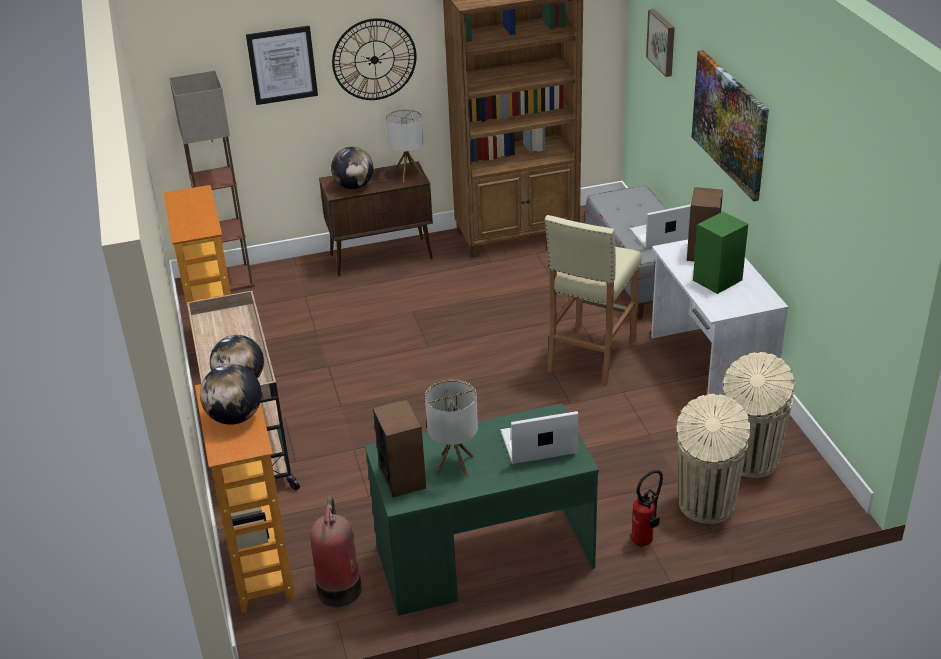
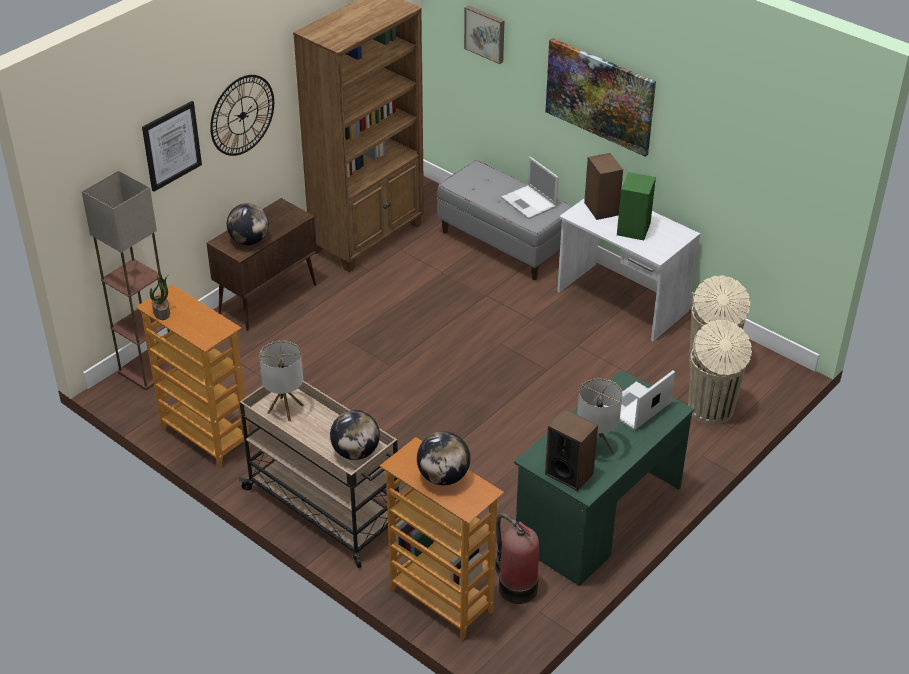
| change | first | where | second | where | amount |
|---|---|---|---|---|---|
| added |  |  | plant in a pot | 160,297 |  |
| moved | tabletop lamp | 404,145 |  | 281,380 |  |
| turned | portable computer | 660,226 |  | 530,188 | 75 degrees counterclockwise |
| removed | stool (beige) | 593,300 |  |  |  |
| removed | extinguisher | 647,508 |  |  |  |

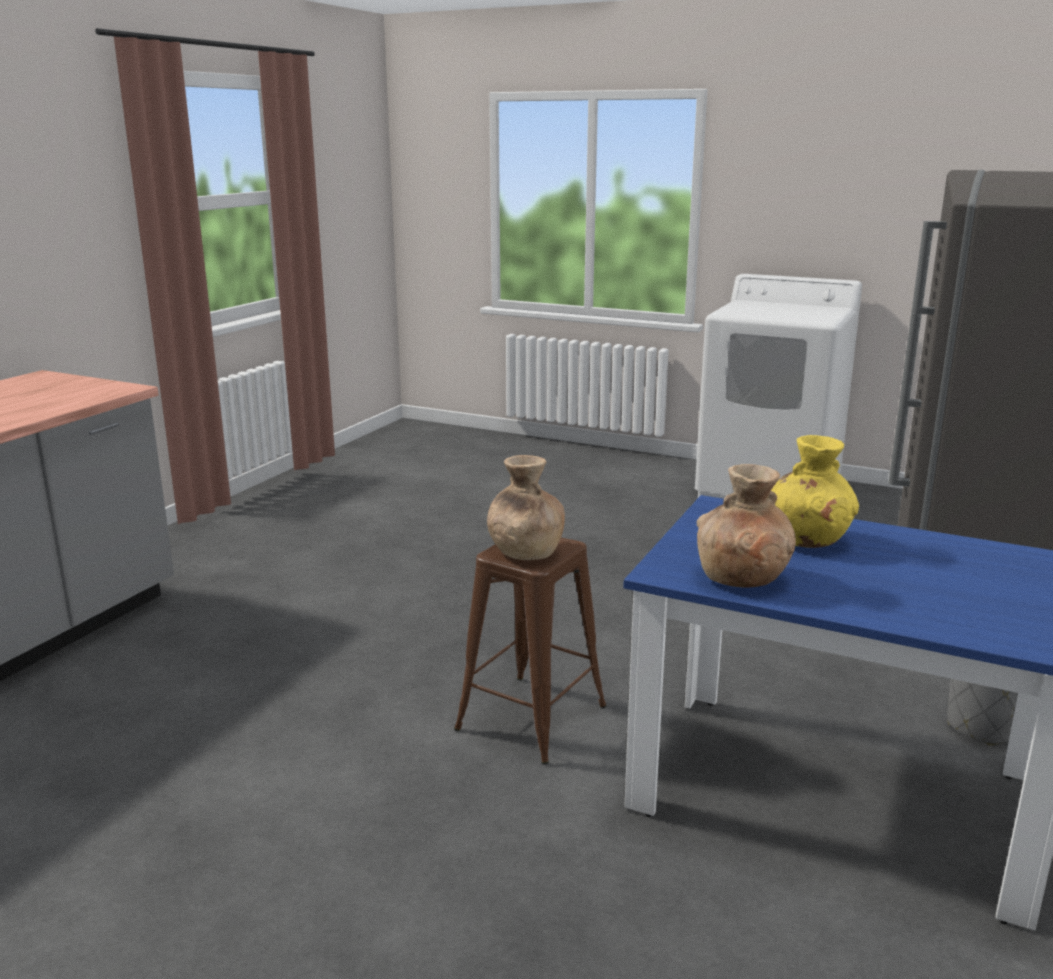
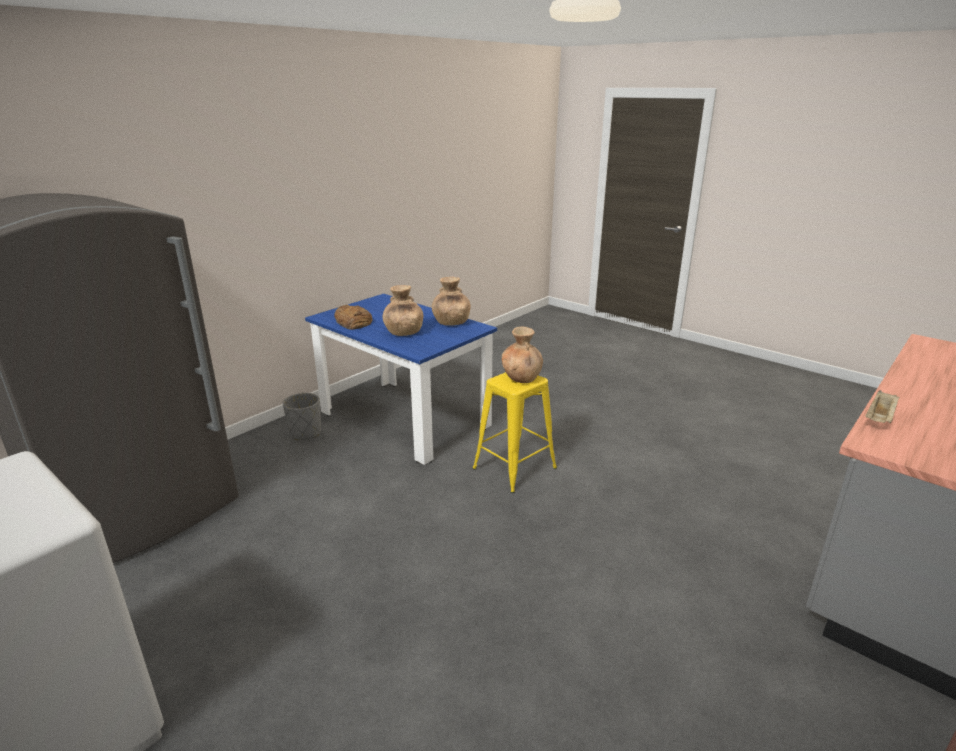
| change | first | where | second | where | amount |
|---|---|---|---|---|---|
| added |  |  | bread | 353,317 |  |
| recoloured | decorative vase (yellow-coloured) | 815,491 | decorative vase (brown) | 402,310 |  |
| recoloured | stool (brown) | 530,651 | stool (yellow-coloured) | 514,432 |  |
| added |  |  | tray (beige) | 882,406 |  |

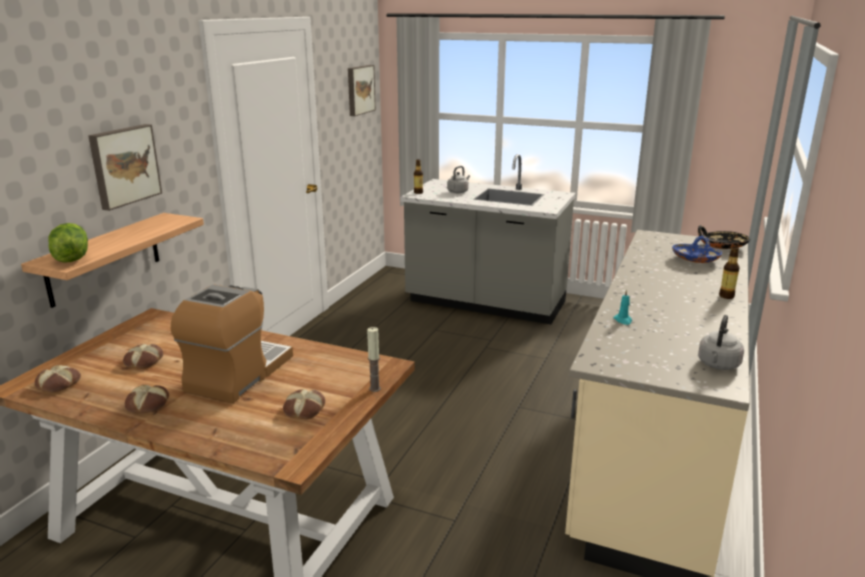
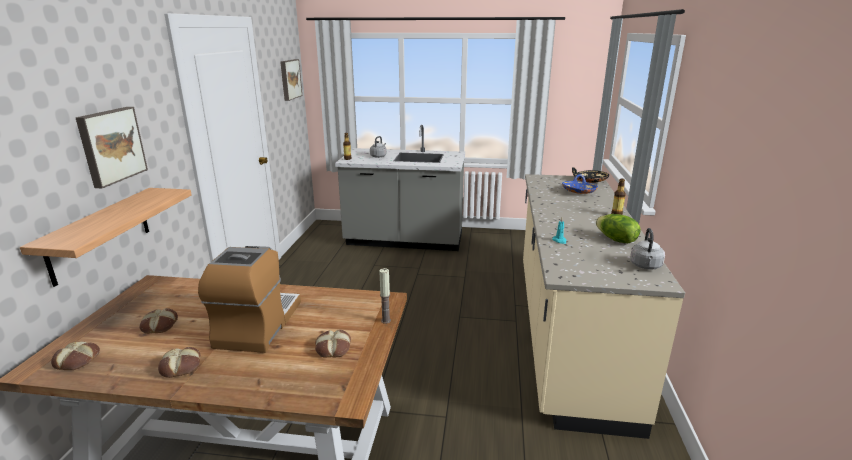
| change | first | where | second | where | amount |
|---|---|---|---|---|---|
| moved | lettuce head | 68,243 |  | 618,228 |  |

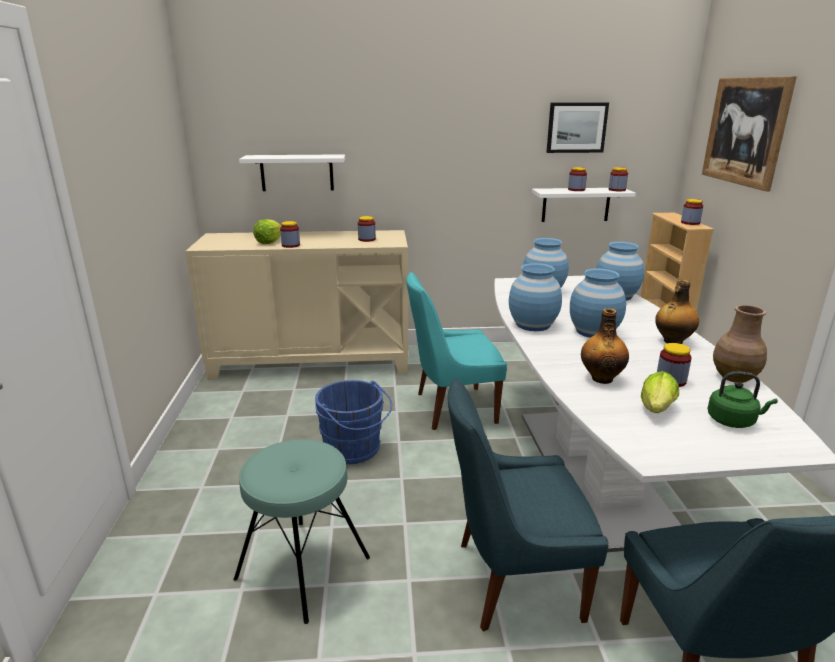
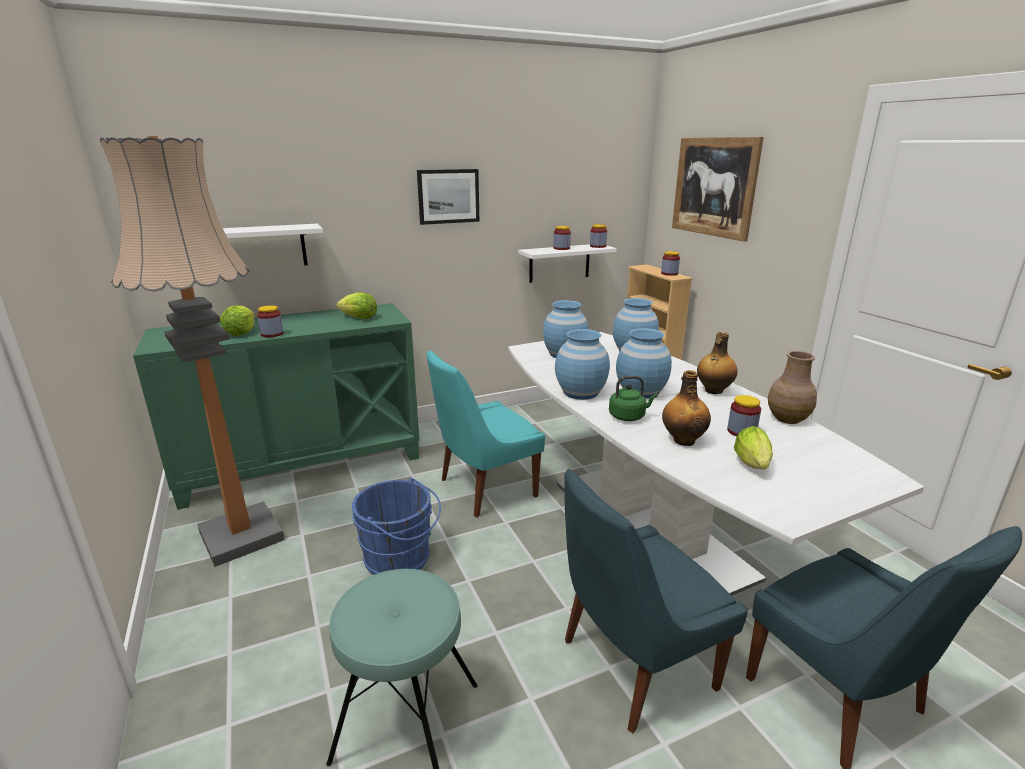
| change | first | where | second | where | amount |
|---|---|---|---|---|---|
| added |  |  | standard lamp | 192,351 |  |
| recoloured | cupboard (beige) | 297,305 | cupboard (green-coloured) | 276,406 |  |
| replaced | preserve jar | 367,229 | lettuce head | 356,305 |  |
| moved | wall art | 577,128 |  | 448,197 |  |
| moved | kettle (green-coloured) | 743,400 |  | 633,398 |  |

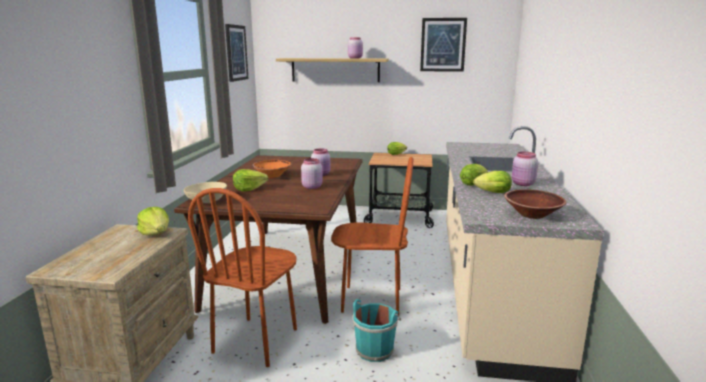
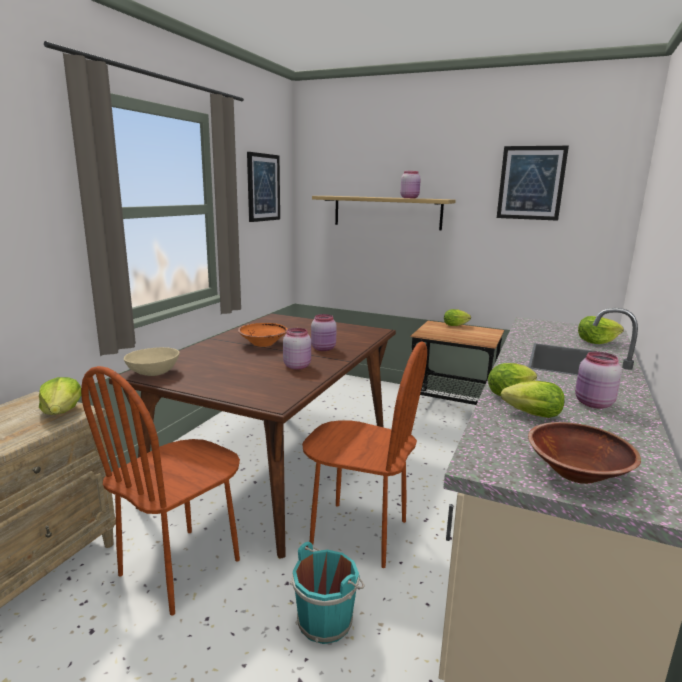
| change | first | where | second | where | amount |
|---|---|---|---|---|---|
| moved | lettuce head | 250,180 |  | 601,330 |  |

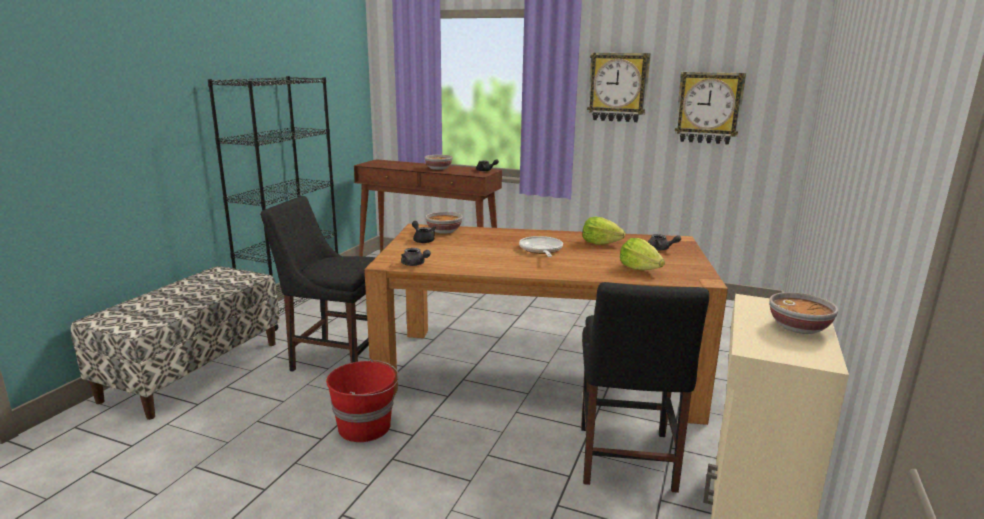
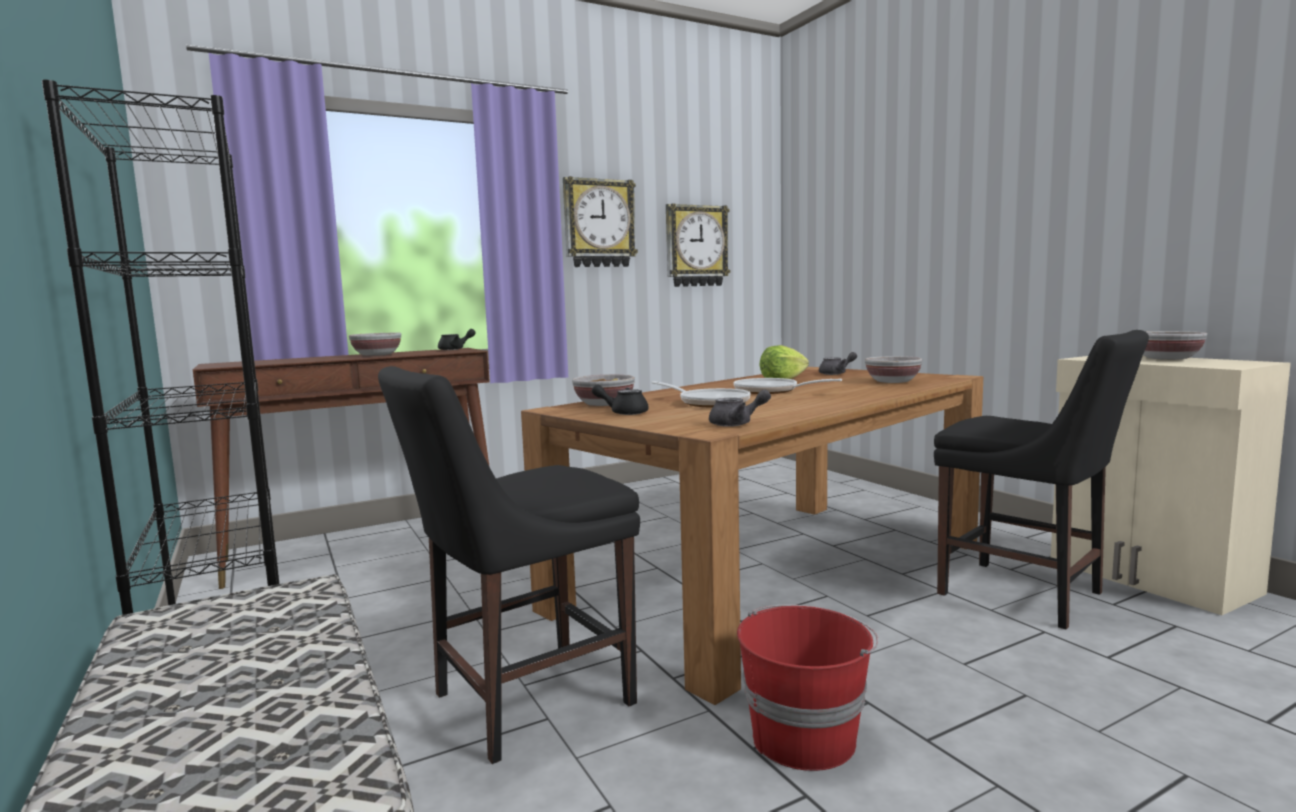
| change | first | where | second | where | amount |
|---|---|---|---|---|---|
| added |  |  | frying pan | 701,394 |  |
| replaced | lettuce head | 642,254 | bowl | 893,369 |  |

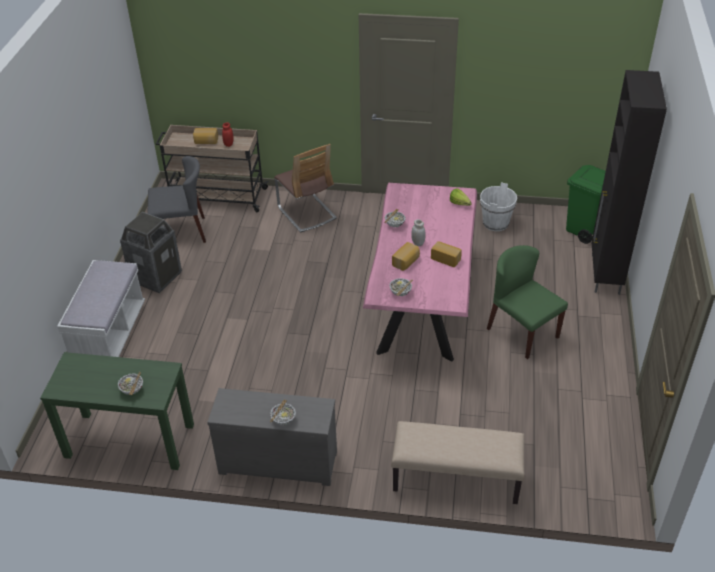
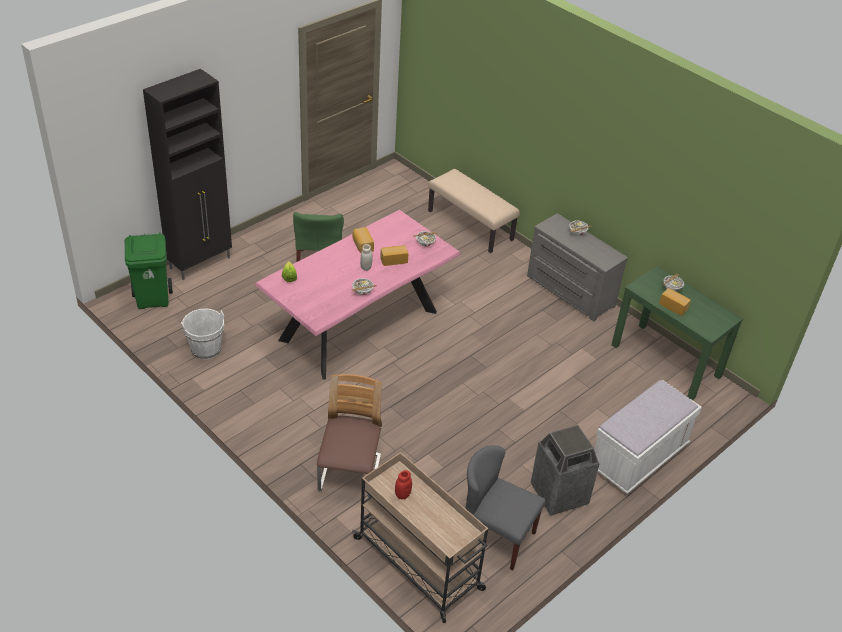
| change | first | where | second | where | amount |
|---|---|---|---|---|---|
| moved | bread | 205,136 |  | 675,302 |  |

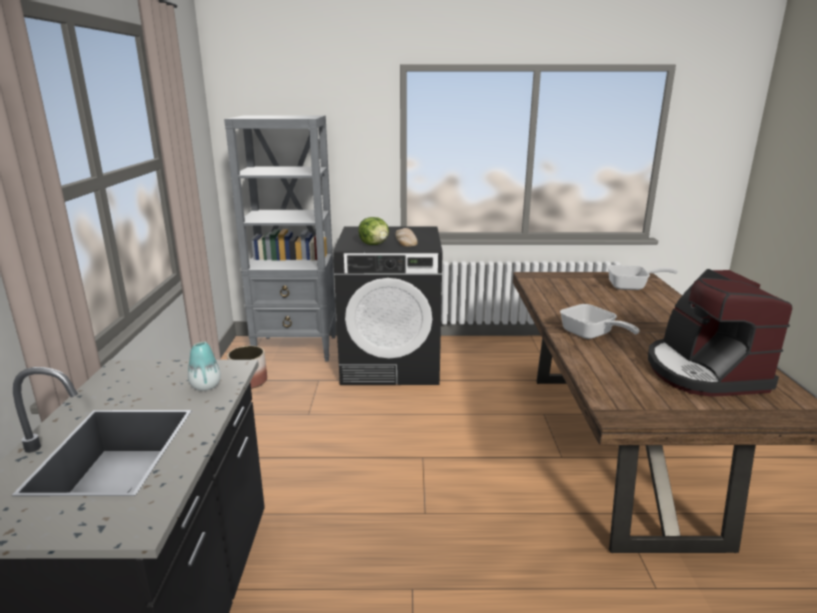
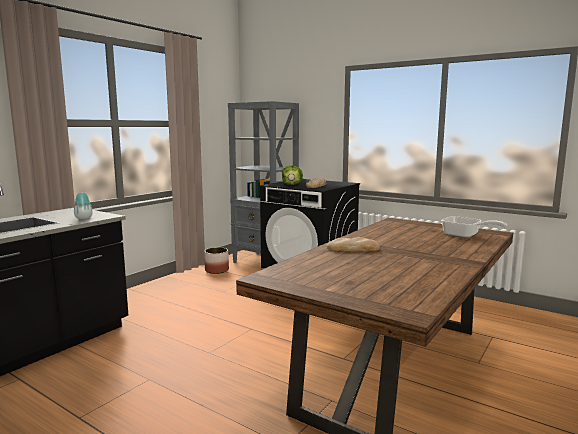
| change | first | where | second | where | amount |
|---|---|---|---|---|---|
| replaced | frying pan | 600,321 | bread | 353,244 |  |
| removed | coffee brewer | 720,333 |  |  |  |

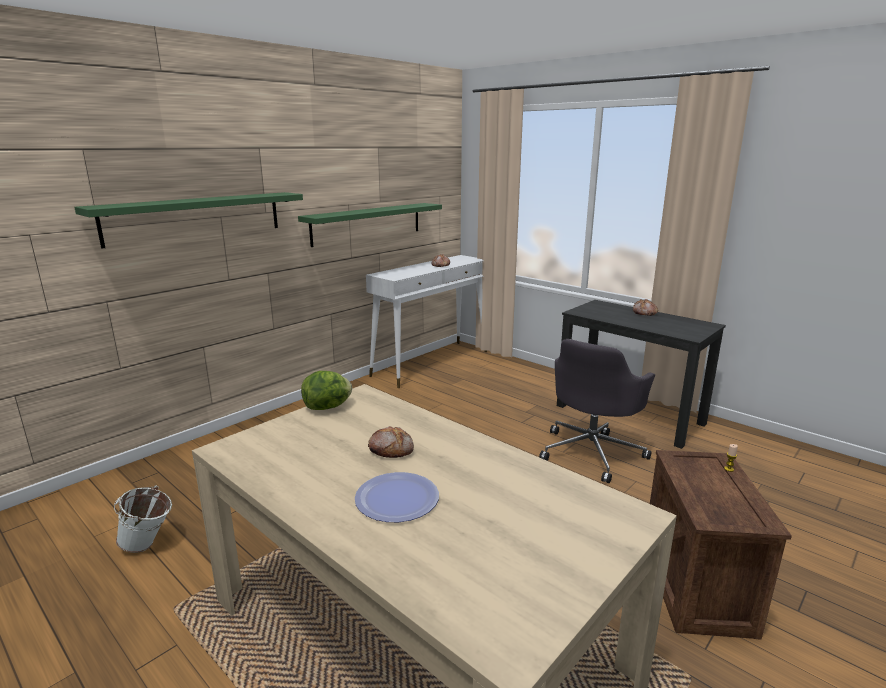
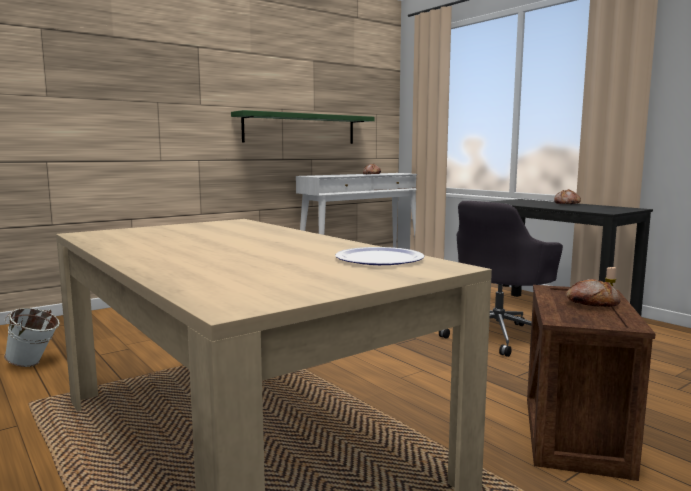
| change | first | where | second | where | amount |
|---|---|---|---|---|---|
| moved | dinner plate | 397,497 |  | 379,256 |  |
| moved | bread | 391,442 |  | 592,293 |  |
| removed | shelf (green-coloured) | 188,220 |  |  |  |
| removed | lettuce head | 326,390 |  |  |  |

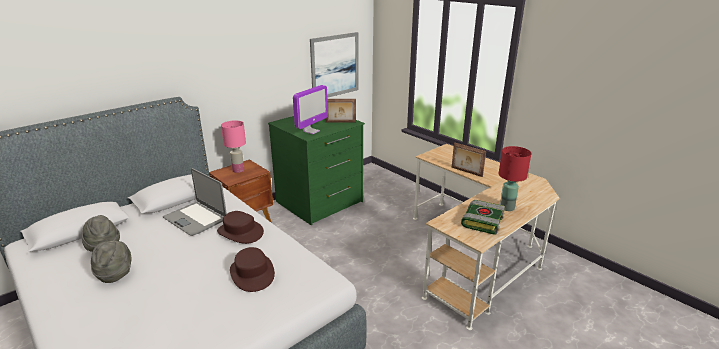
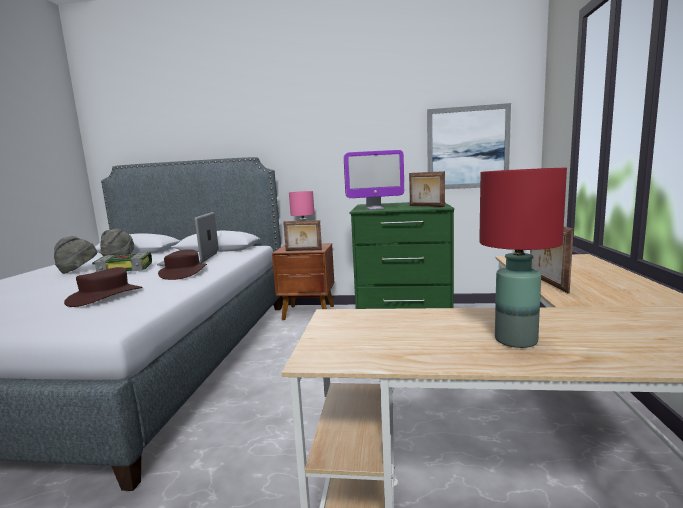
| change | first | where | second | where | amount |
|---|---|---|---|---|---|
| moved | volume | 483,217 |  | 122,262 |  |
| added |  |  | picture frame | 302,235 |  |

